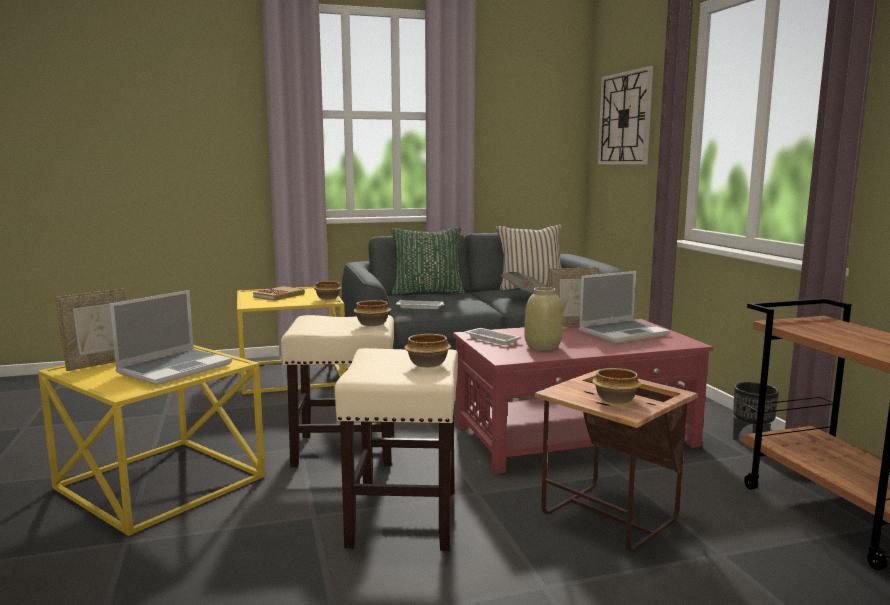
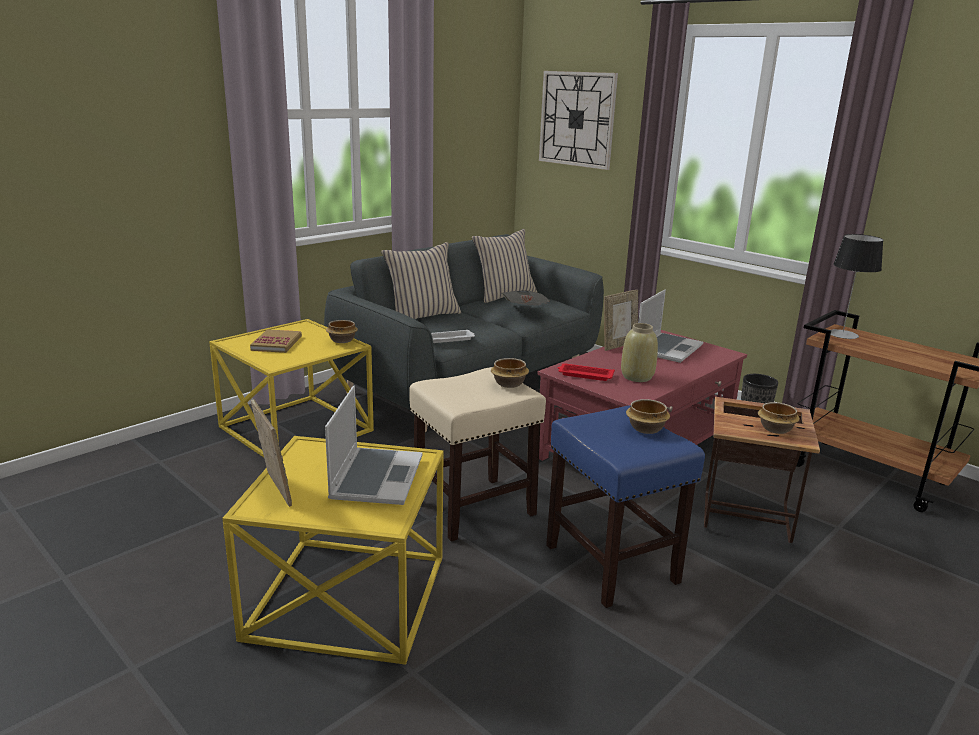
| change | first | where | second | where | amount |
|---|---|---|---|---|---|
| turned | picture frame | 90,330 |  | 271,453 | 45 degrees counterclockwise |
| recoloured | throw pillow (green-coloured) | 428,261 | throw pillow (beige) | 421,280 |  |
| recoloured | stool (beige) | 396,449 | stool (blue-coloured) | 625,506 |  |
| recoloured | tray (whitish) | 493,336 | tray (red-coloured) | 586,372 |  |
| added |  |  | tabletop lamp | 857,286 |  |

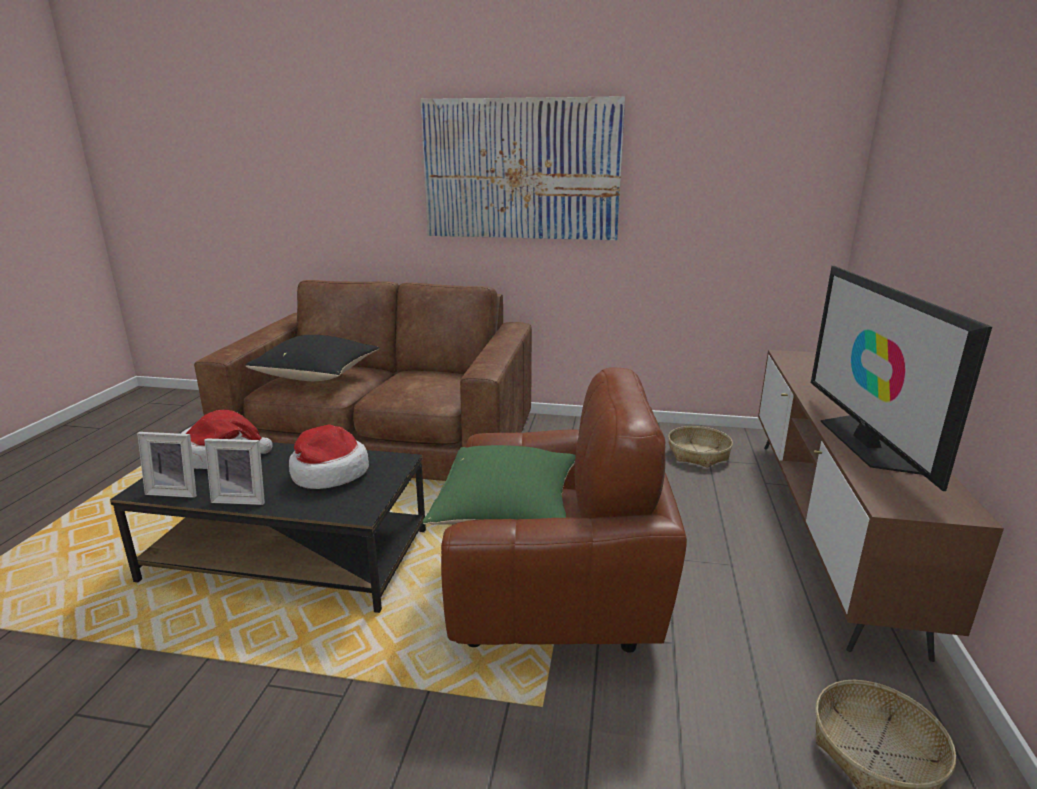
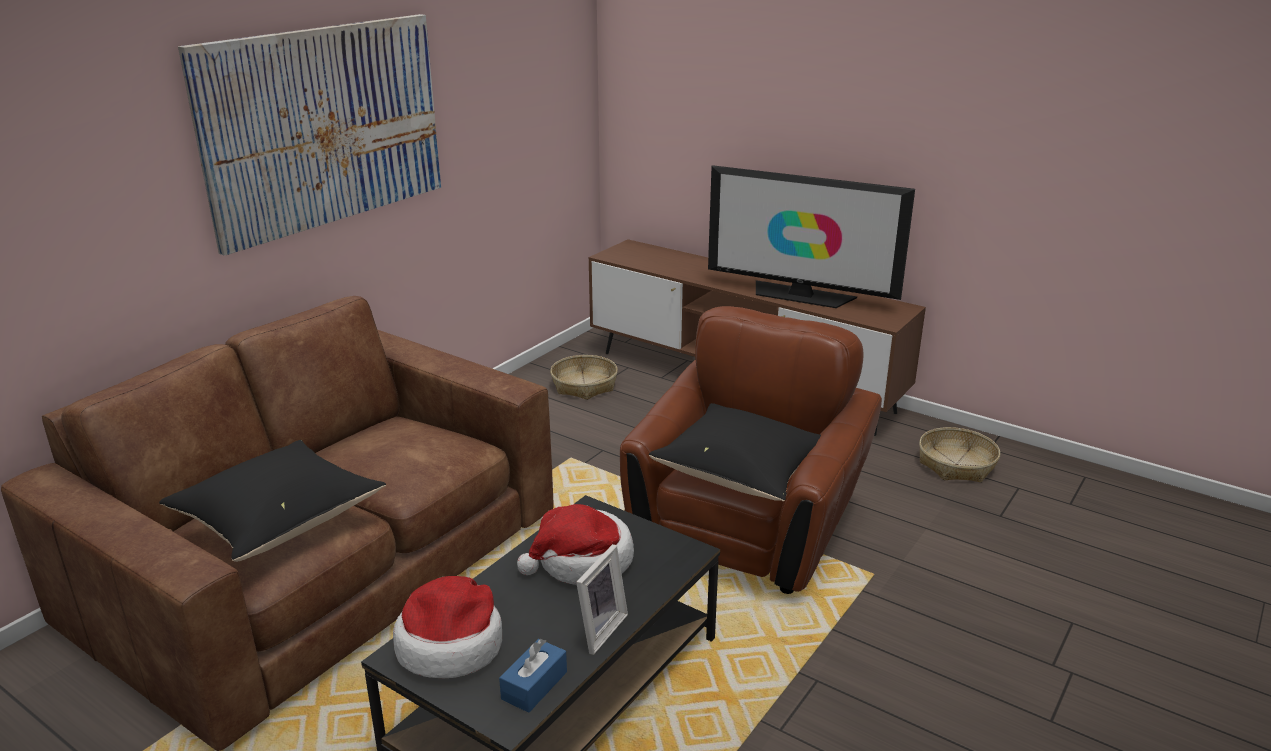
| change | first | where | second | where | amount |
|---|---|---|---|---|---|
| replaced | picture frame | 167,465 | tissue box (blue-coloured) | 533,676 |  |
| recoloured | throw pillow (green-coloured) | 499,485 | throw pillow (blackish) | 735,452 |  |

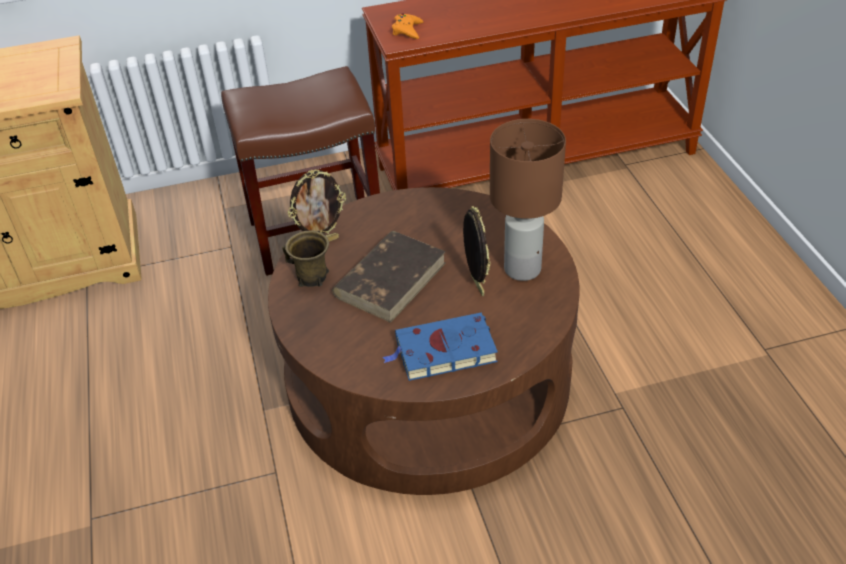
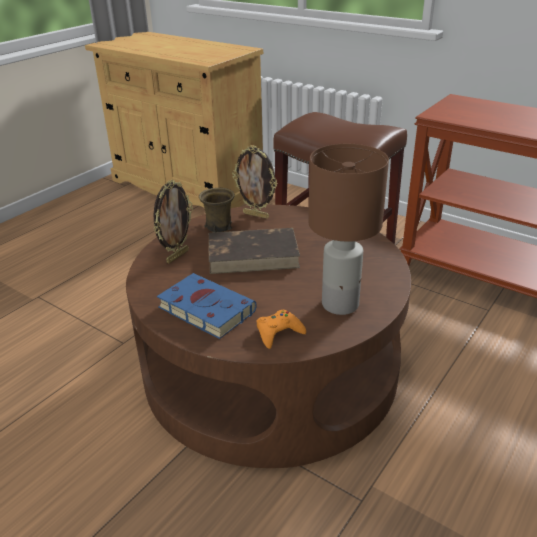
| change | first | where | second | where | amount |
|---|---|---|---|---|---|
| moved | picture frame | 476,251 |  | 173,222 |  |
| moved | joypad (orange-coloured) | 407,26 |  | 281,329 |  |

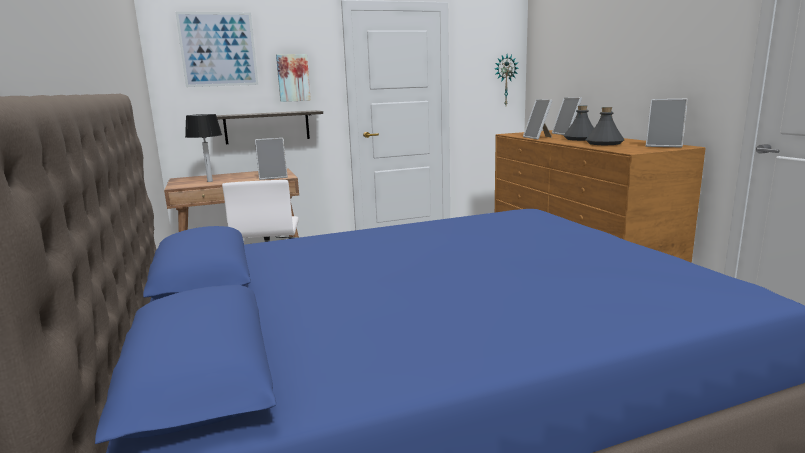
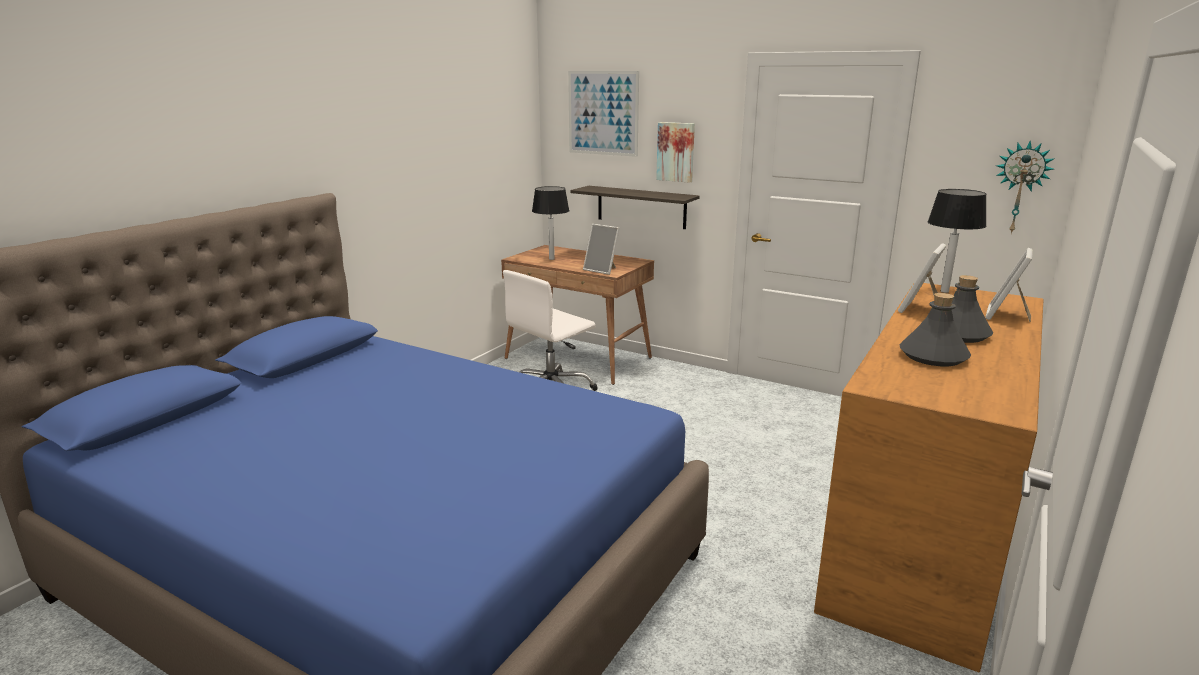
| change | first | where | second | where | amount |
|---|---|---|---|---|---|
| added |  |  | tabletop lamp | 957,241 |  |
| removed | picture frame | 667,123 |  |  |  |

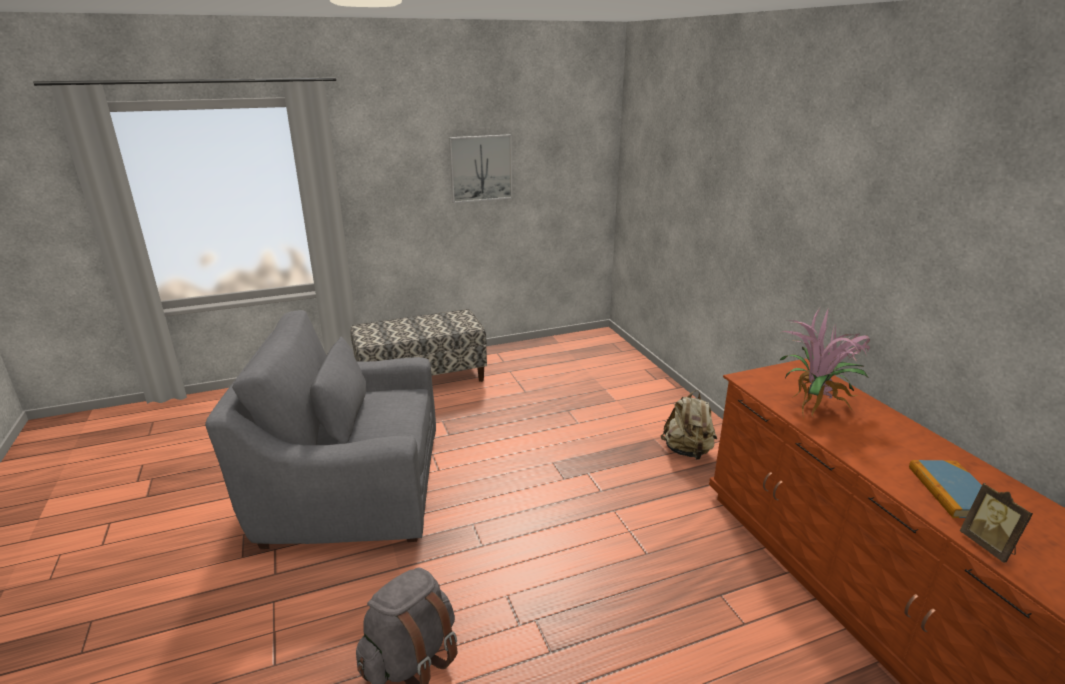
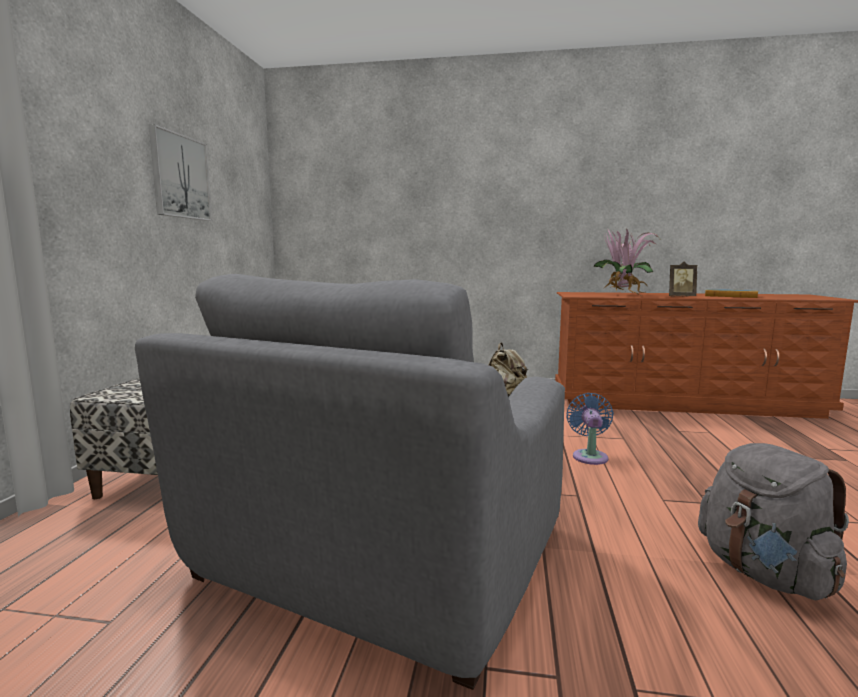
| change | first | where | second | where | amount |
|---|---|---|---|---|---|
| added |  |  | electric fan (blue-coloured) | 590,429 |  |
| moved | picture frame | 996,523 |  | 683,279 |  |

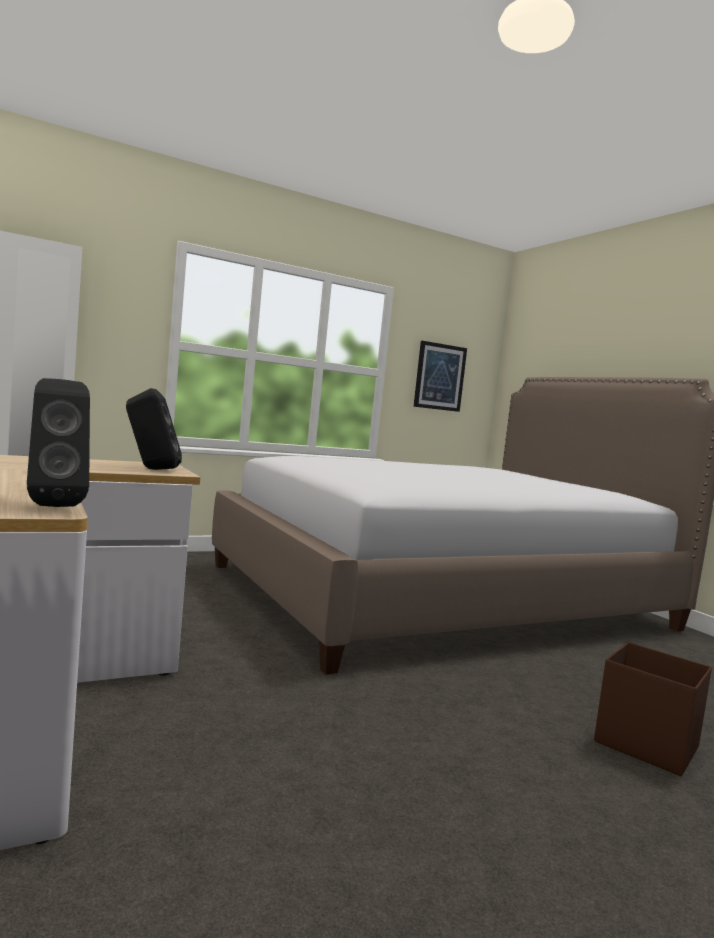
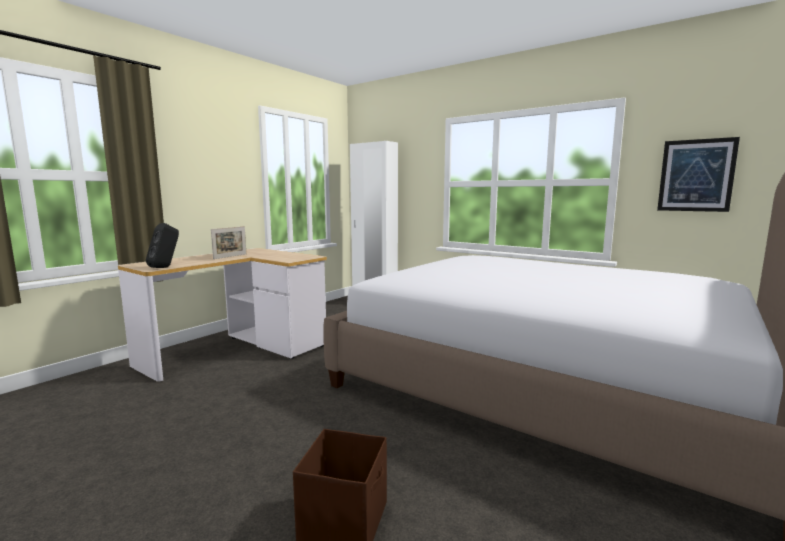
| change | first | where | second | where | amount |
|---|---|---|---|---|---|
| added |  |  | picture frame | 228,242 |  |
| removed | audio speaker (blackish) | 154,429 |  |  |  |

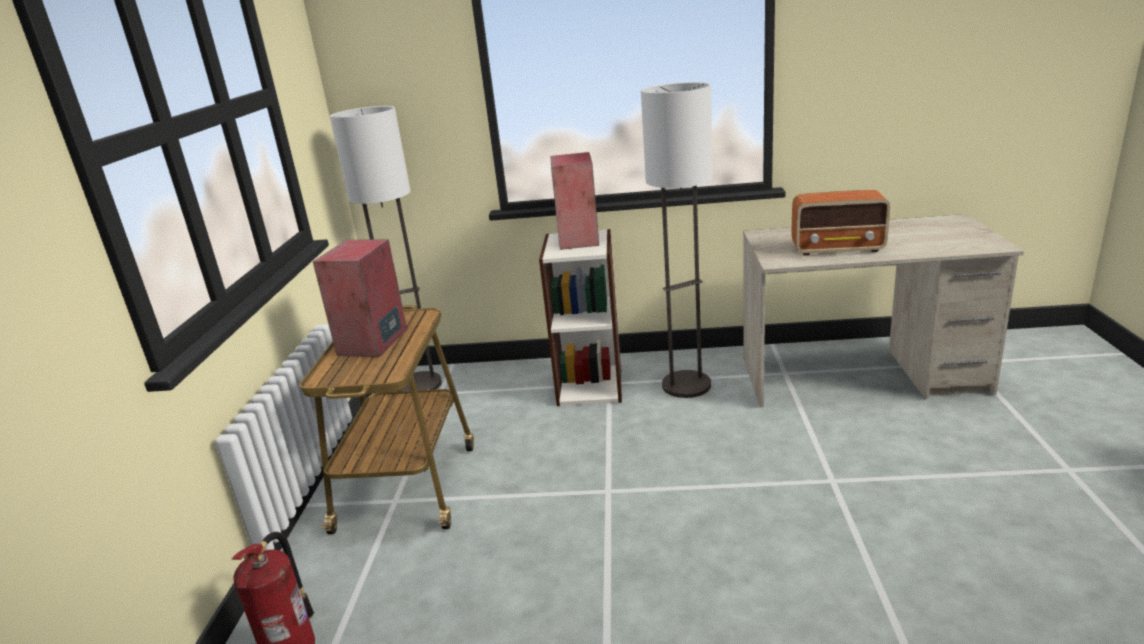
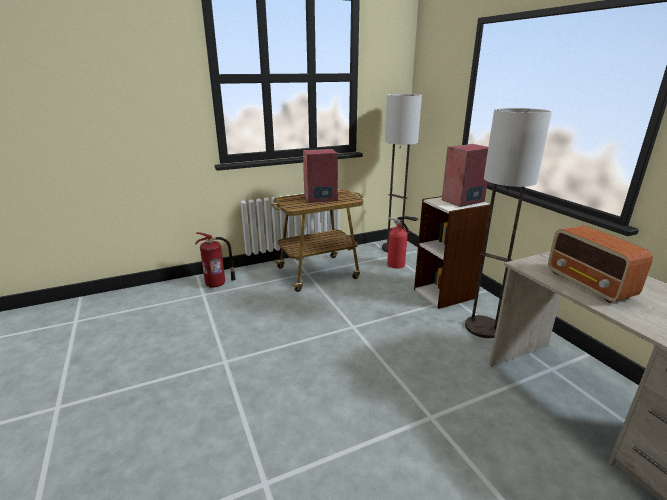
| change | first | where | second | where | amount |
|---|---|---|---|---|---|
| added |  |  | extinguisher | 402,242 |  |

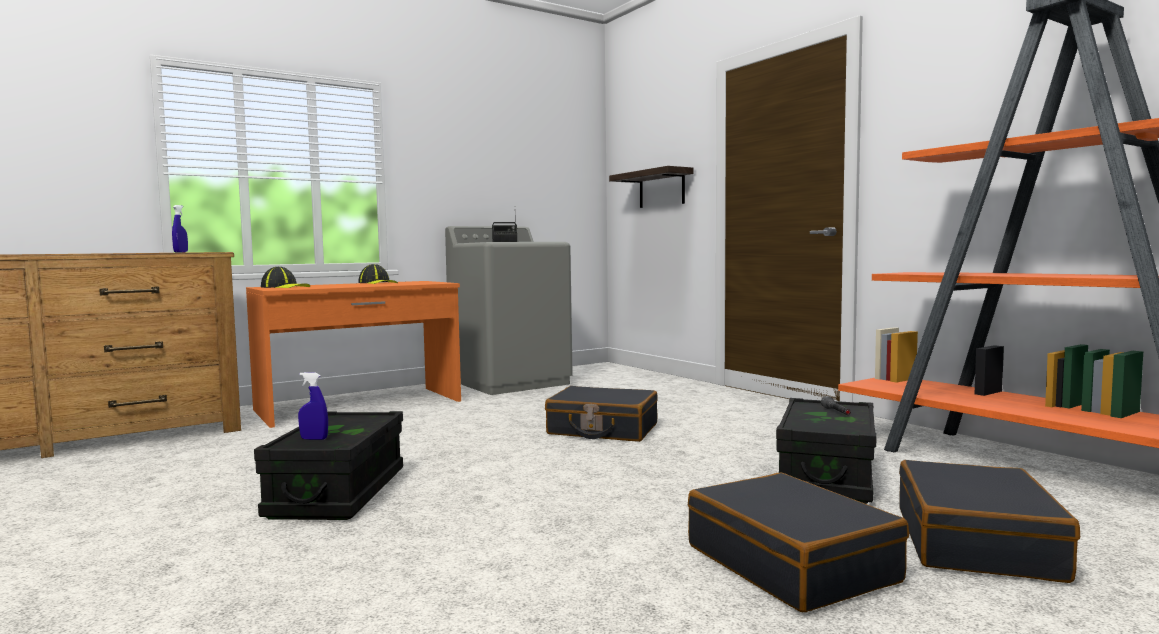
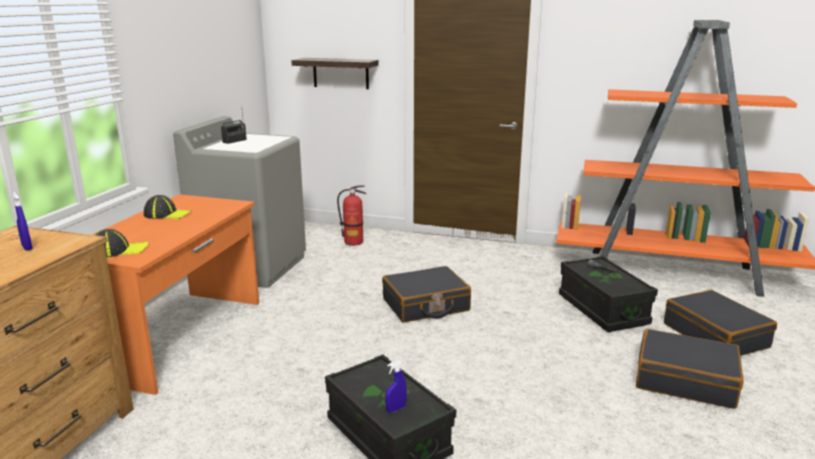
| change | first | where | second | where | amount |
|---|---|---|---|---|---|
| added |  |  | extinguisher | 351,215 |  |

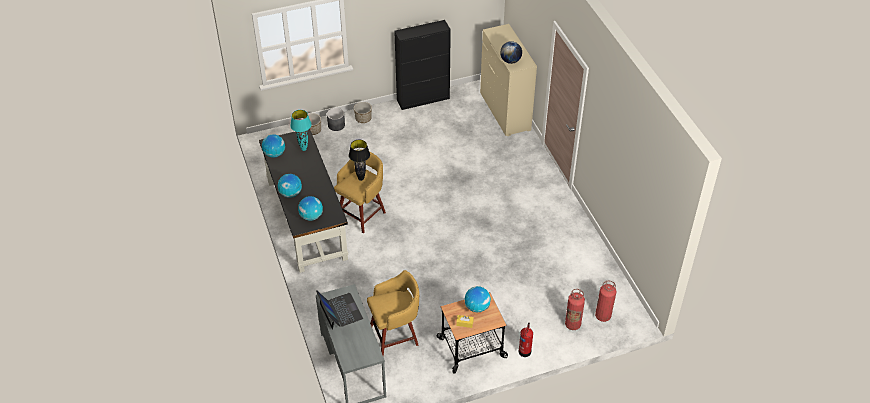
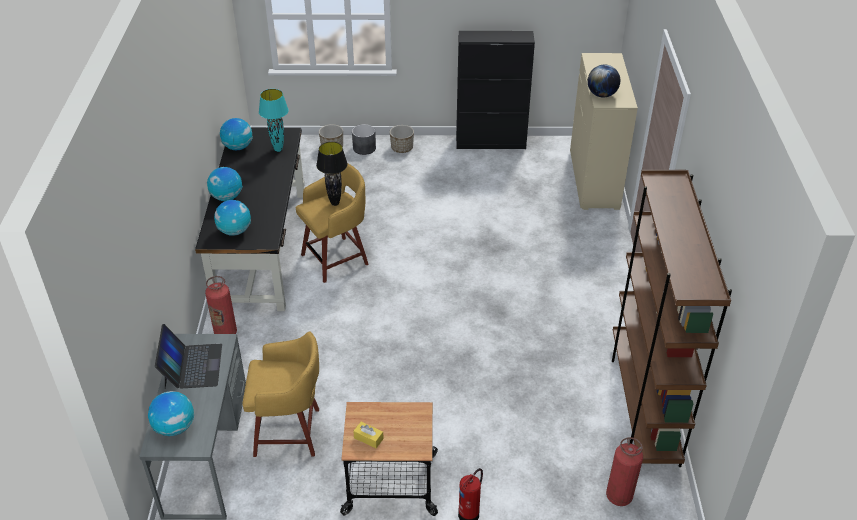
| change | first | where | second | where | amount |
|---|---|---|---|---|---|
| moved | globe | 478,299 |  | 171,413 |  |
| moved | extinguisher | 575,309 |  | 221,305 |  |
| added |  |  | bookshelf (brown) | 672,318 |  |

